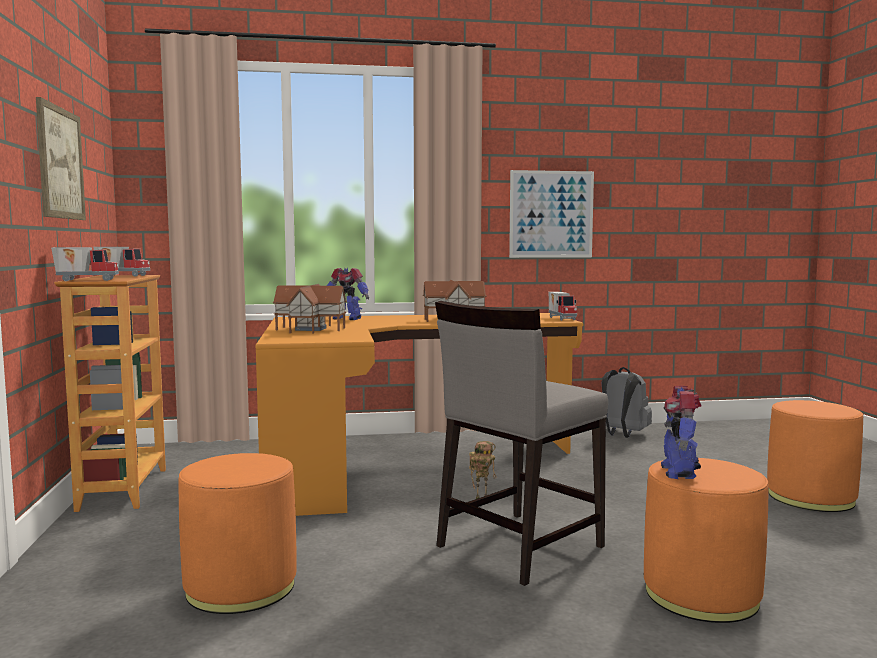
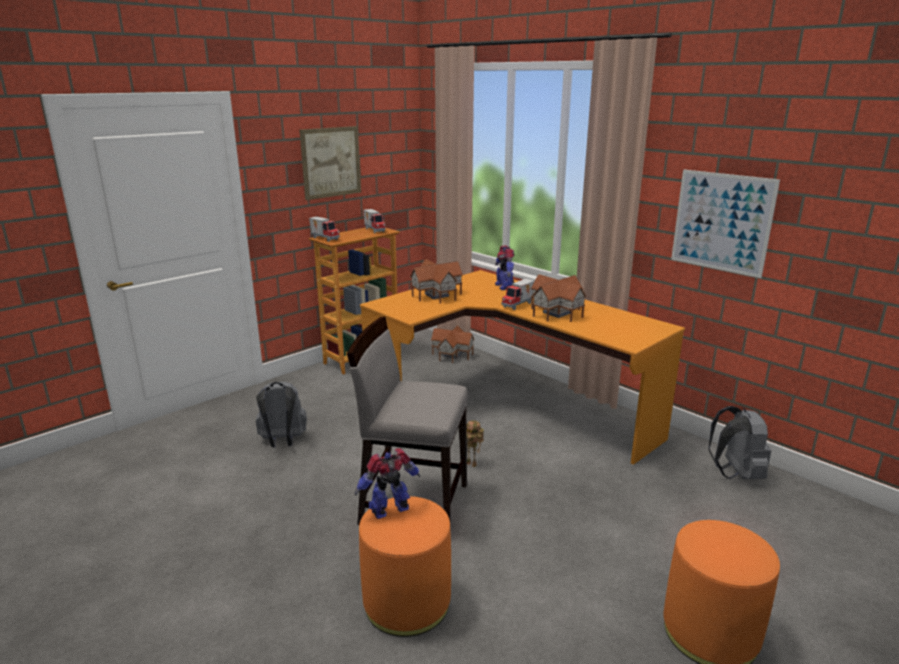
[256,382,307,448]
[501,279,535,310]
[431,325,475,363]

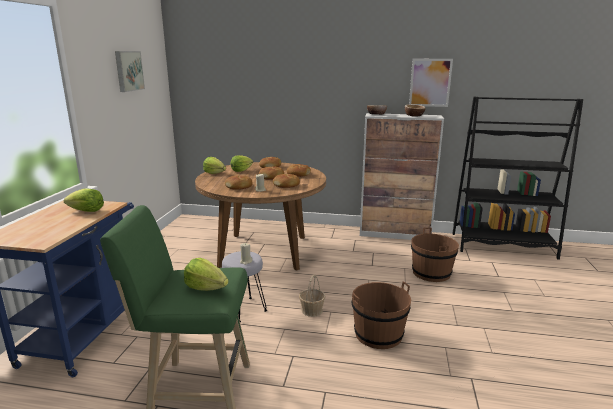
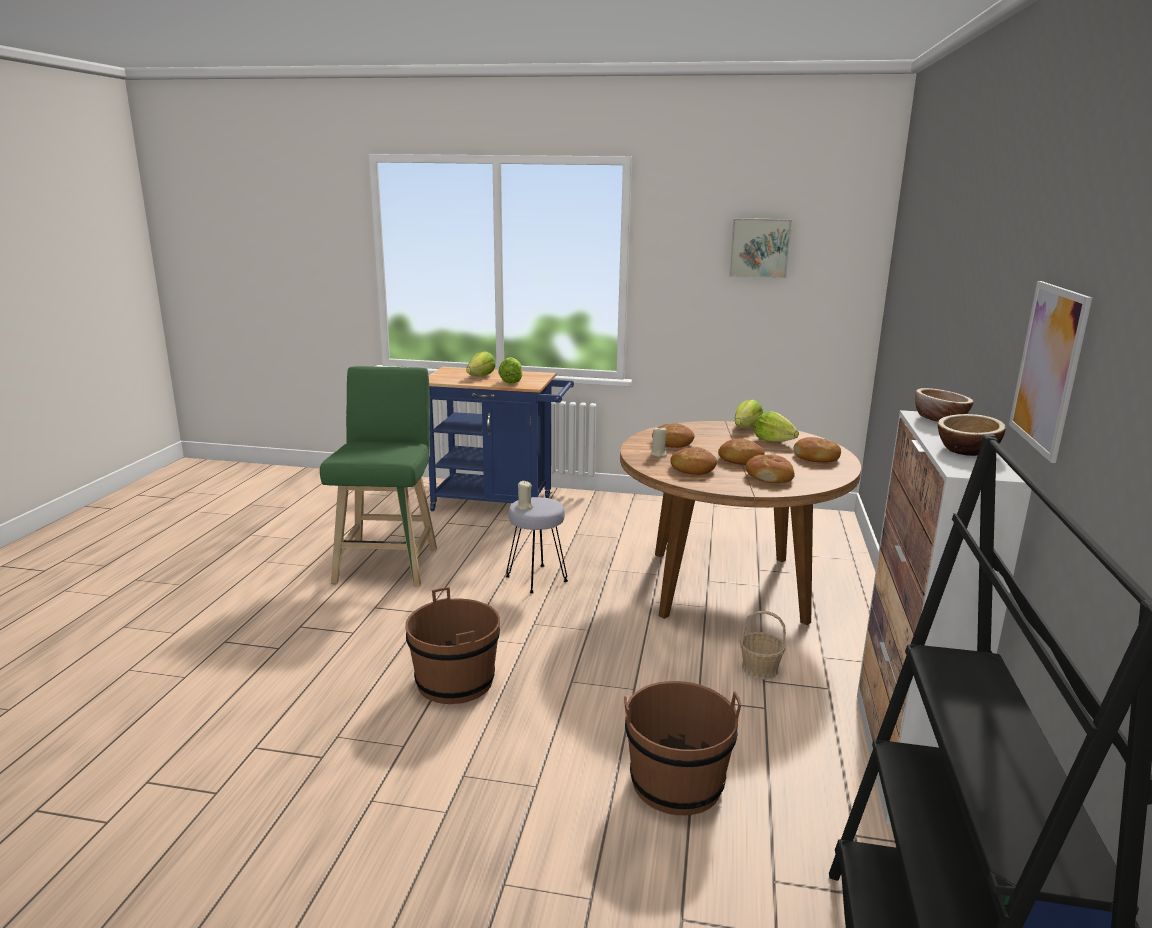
[466,351,496,376]
[740,611,786,680]

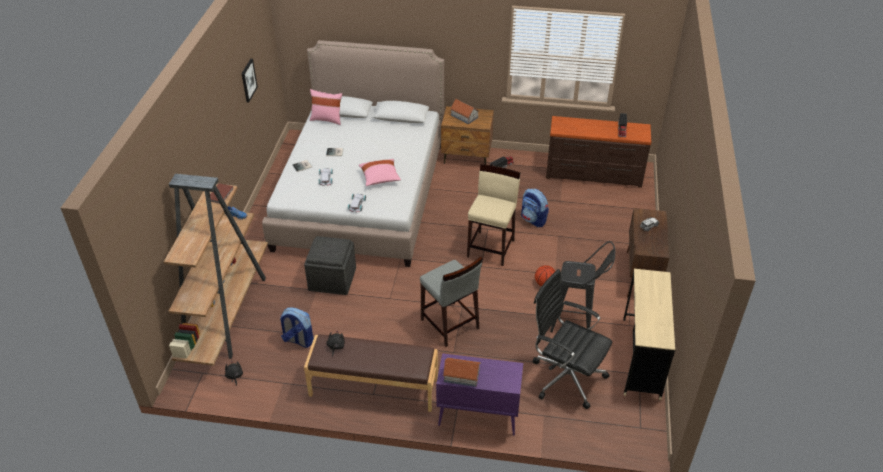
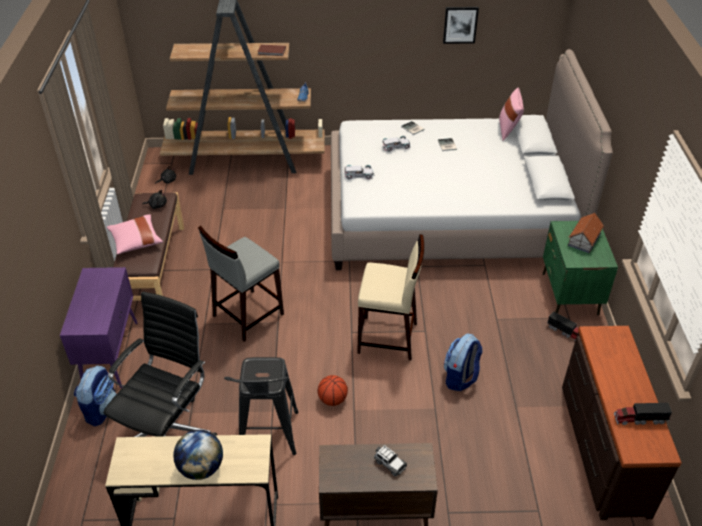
[74,365,116,426]
[304,236,356,295] (first image)
[107,214,163,255]
[543,221,618,315]
[443,358,481,387] (first image)
[173,430,223,480]

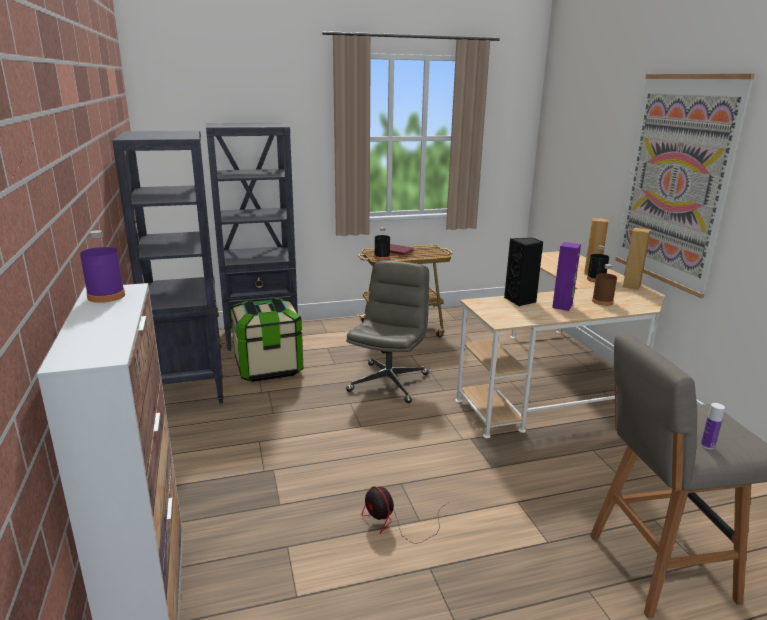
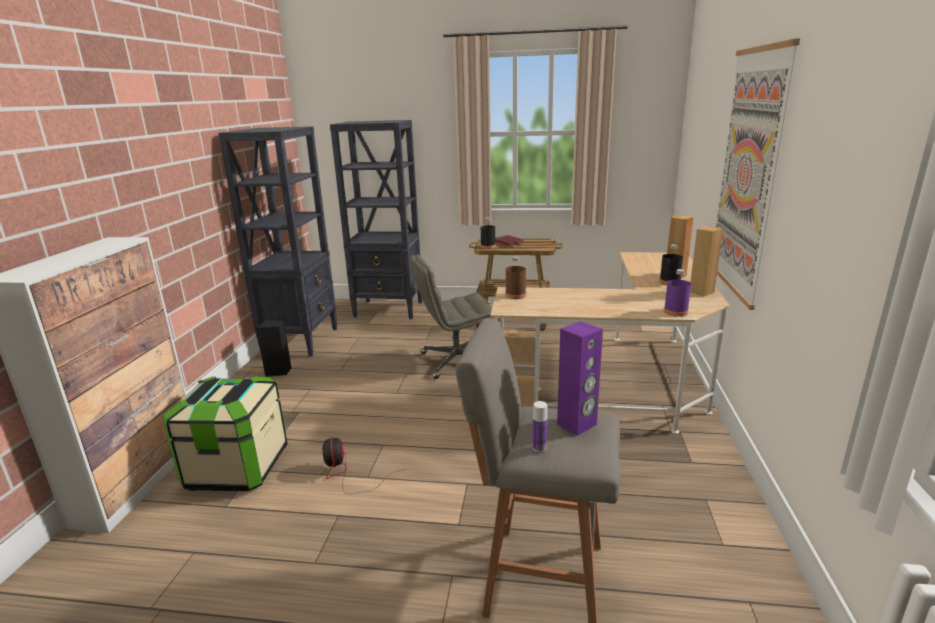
[664,269,691,317]
[162,377,287,492]
[410,254,494,379]
[256,319,292,377]
[557,321,603,436]
[505,256,526,299]

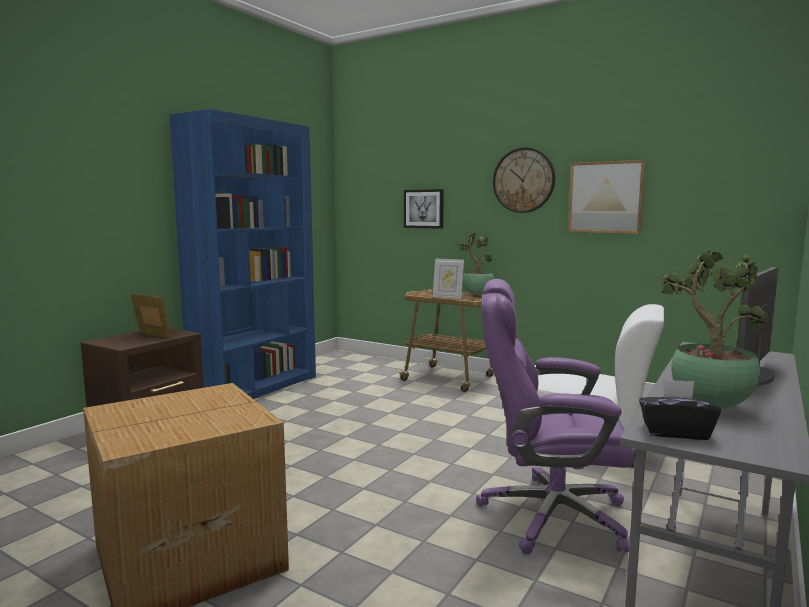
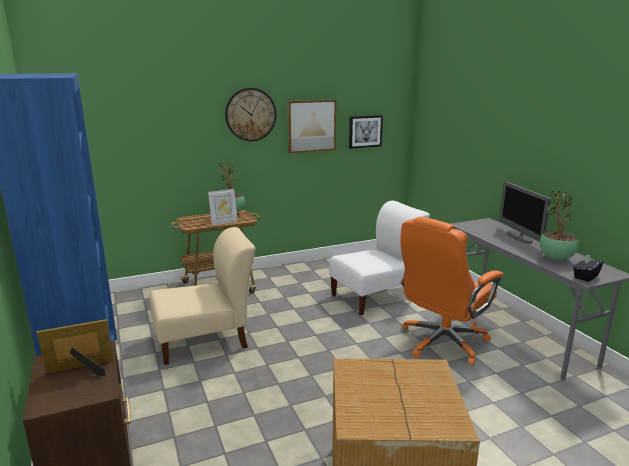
[349,115,383,149]
[401,217,503,366]
[149,227,255,365]

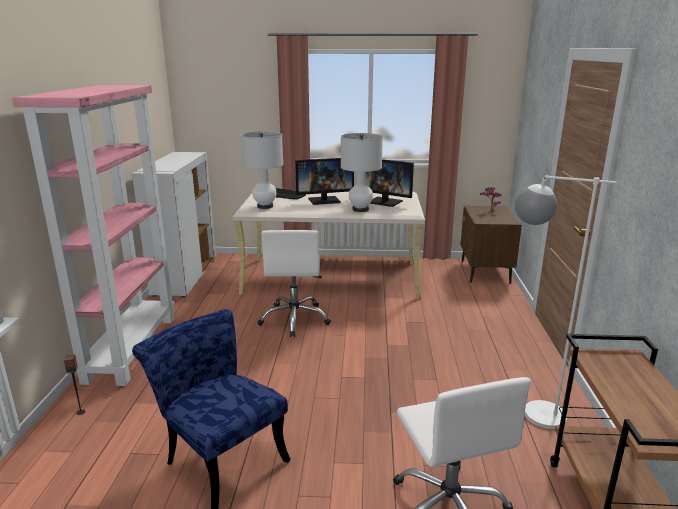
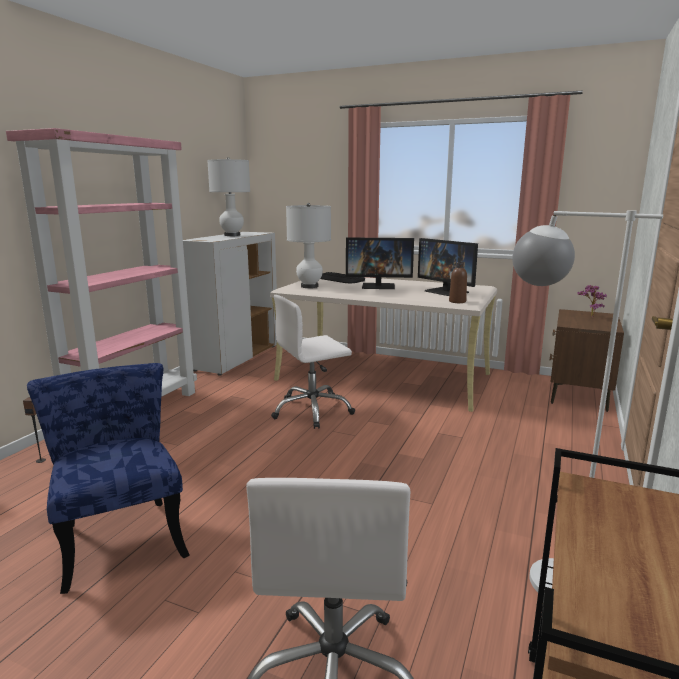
[271,295,355,429]
[207,157,250,236]
[449,262,467,303]

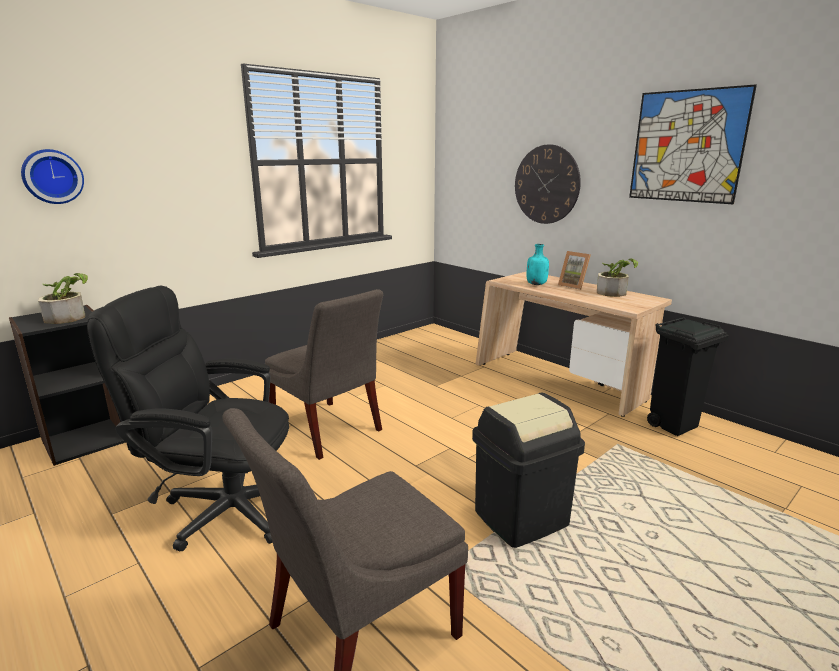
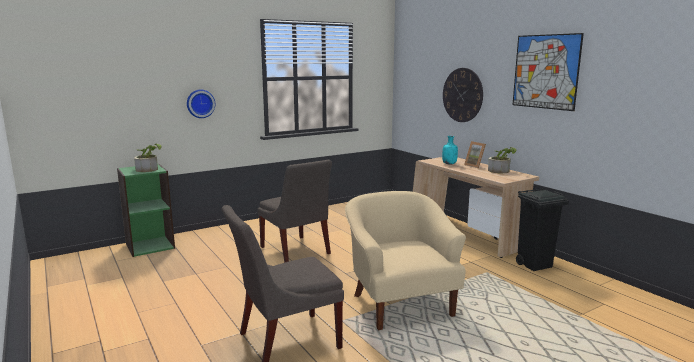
[117,164,175,257]
[187,89,215,118]
[87,286,289,552] (first image)
[345,191,466,330]

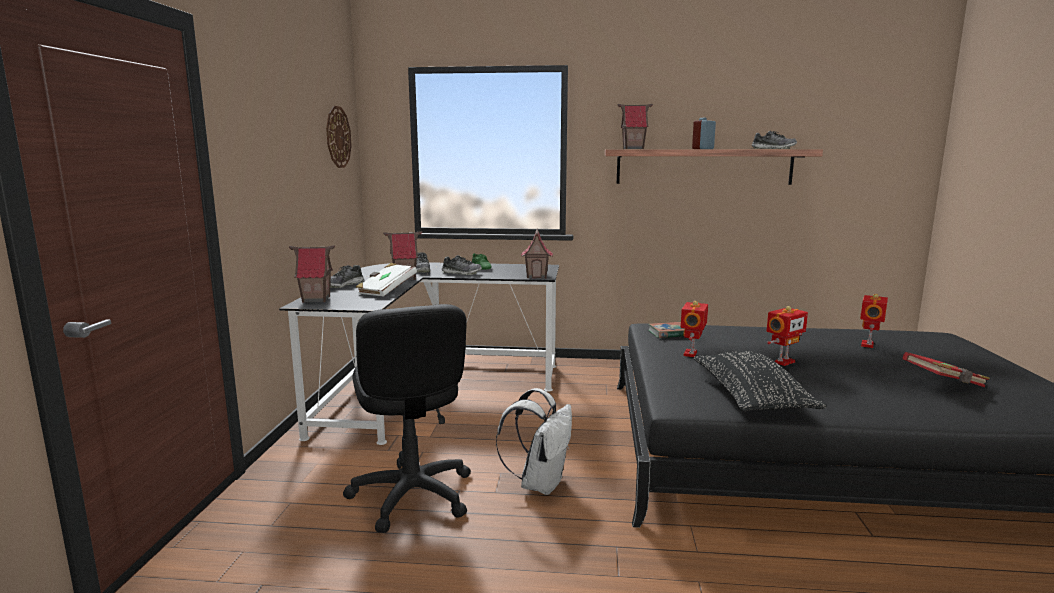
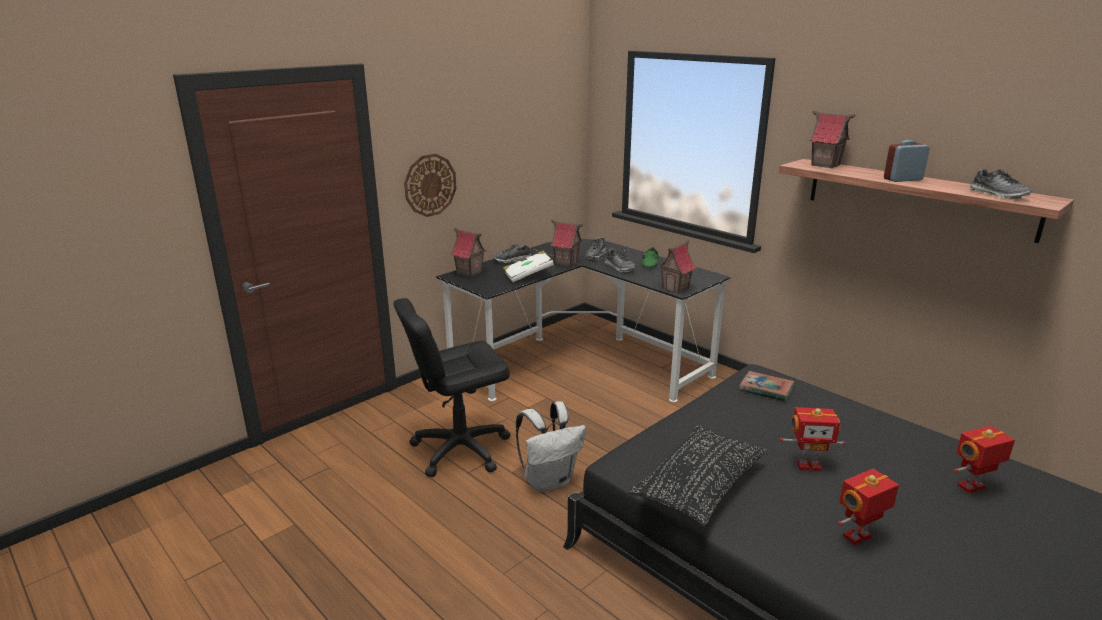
[404,154,457,217]
[393,298,510,477]
[838,469,899,545]
[903,352,990,387] (first image)

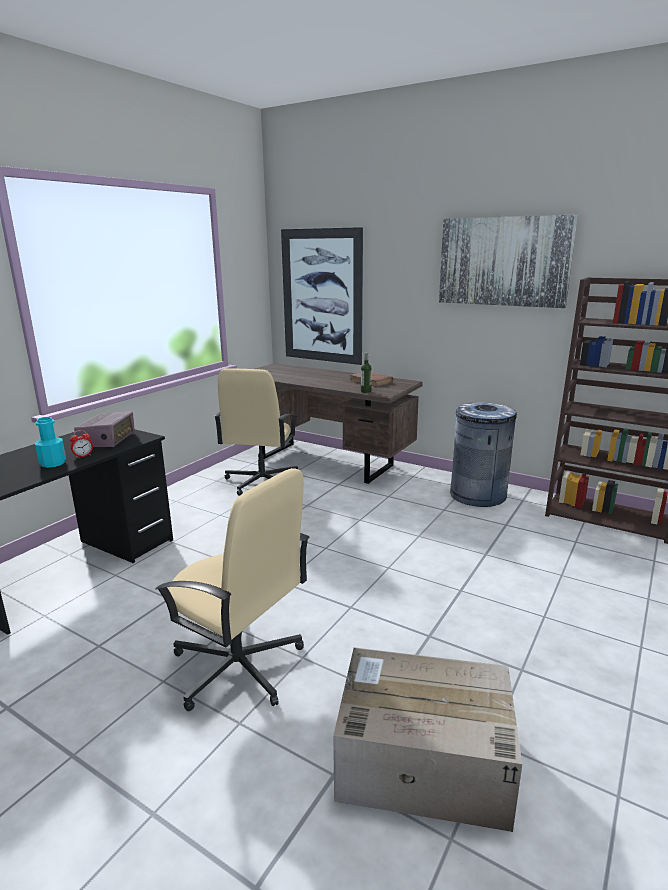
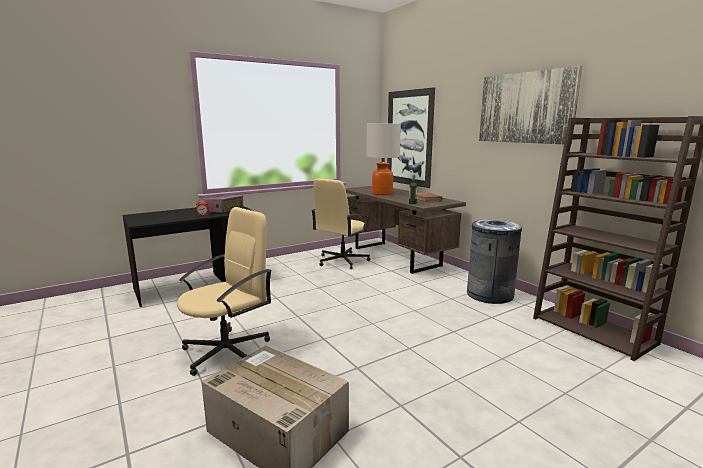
[35,417,66,468] (first image)
[177,207,272,376]
[366,124,401,195]

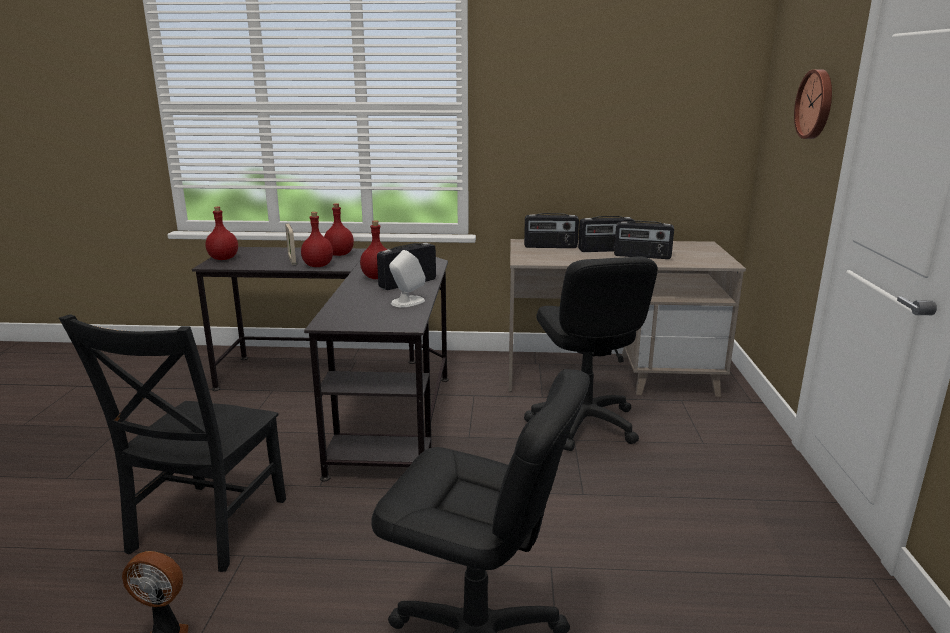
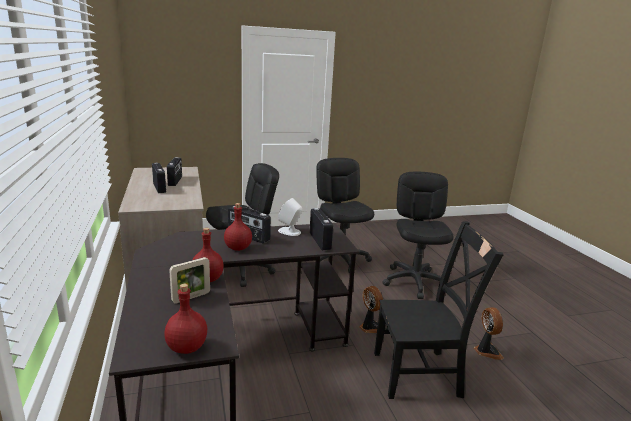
[324,203,354,256] (first image)
[310,208,333,250]
[794,69,832,139] (first image)
[316,158,374,273]
[359,286,383,333]

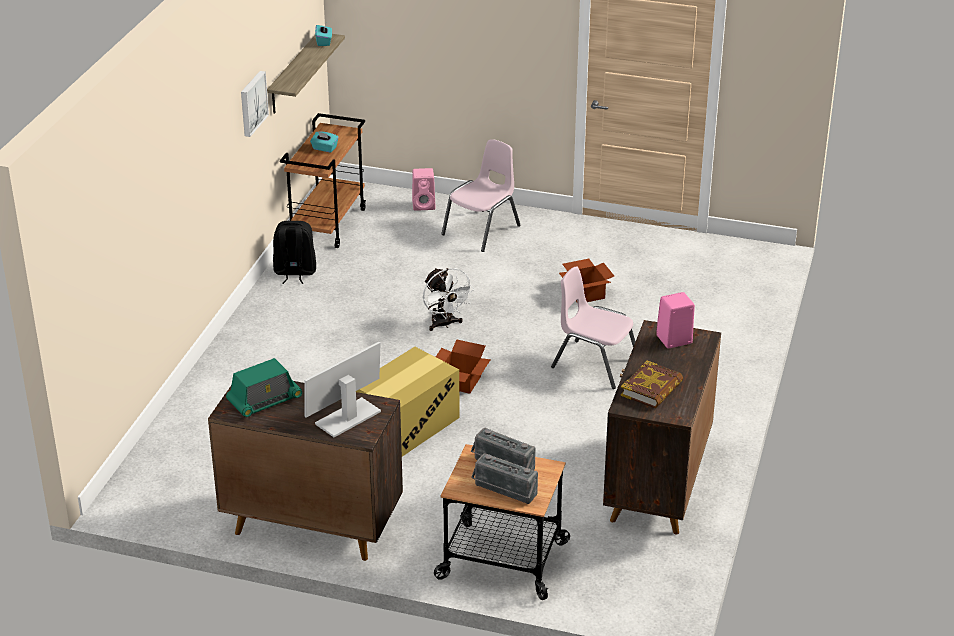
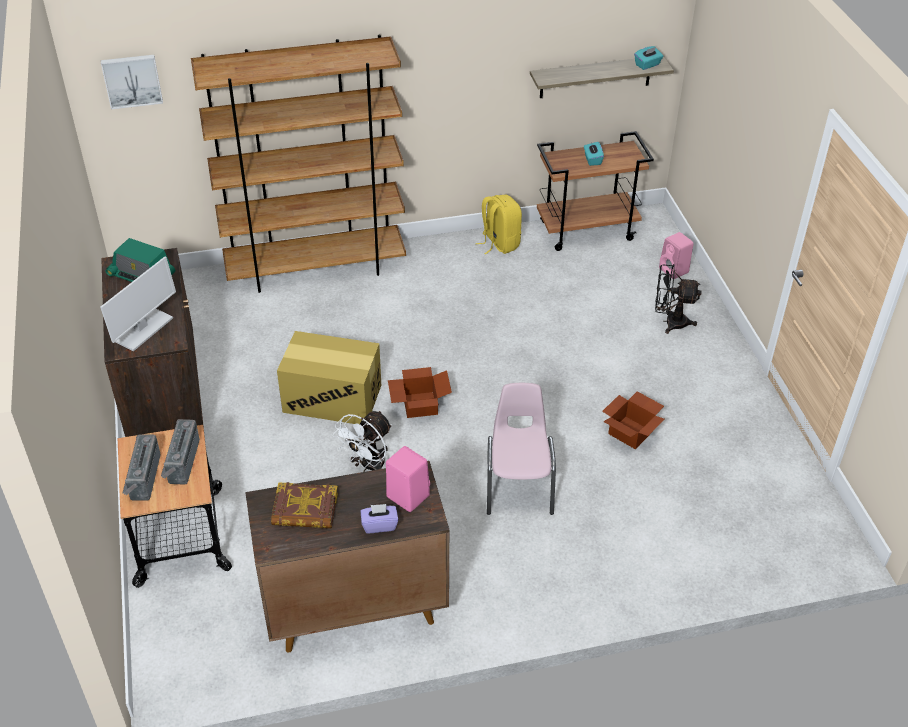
[101,55,163,109]
[476,195,522,254]
[100,257,176,351]
[333,410,392,471]
[655,264,702,334]
[191,35,406,293]
[360,504,398,533]

